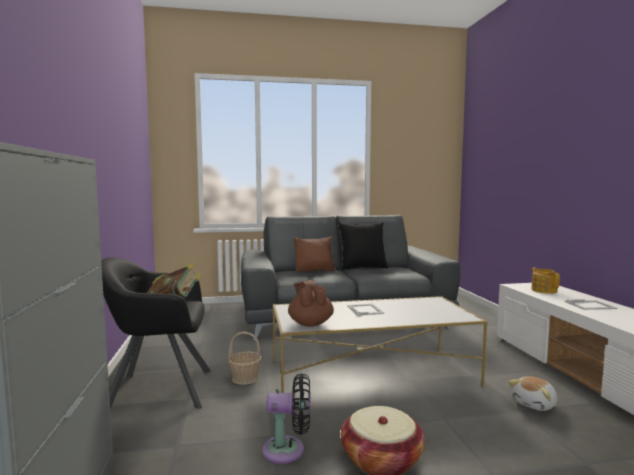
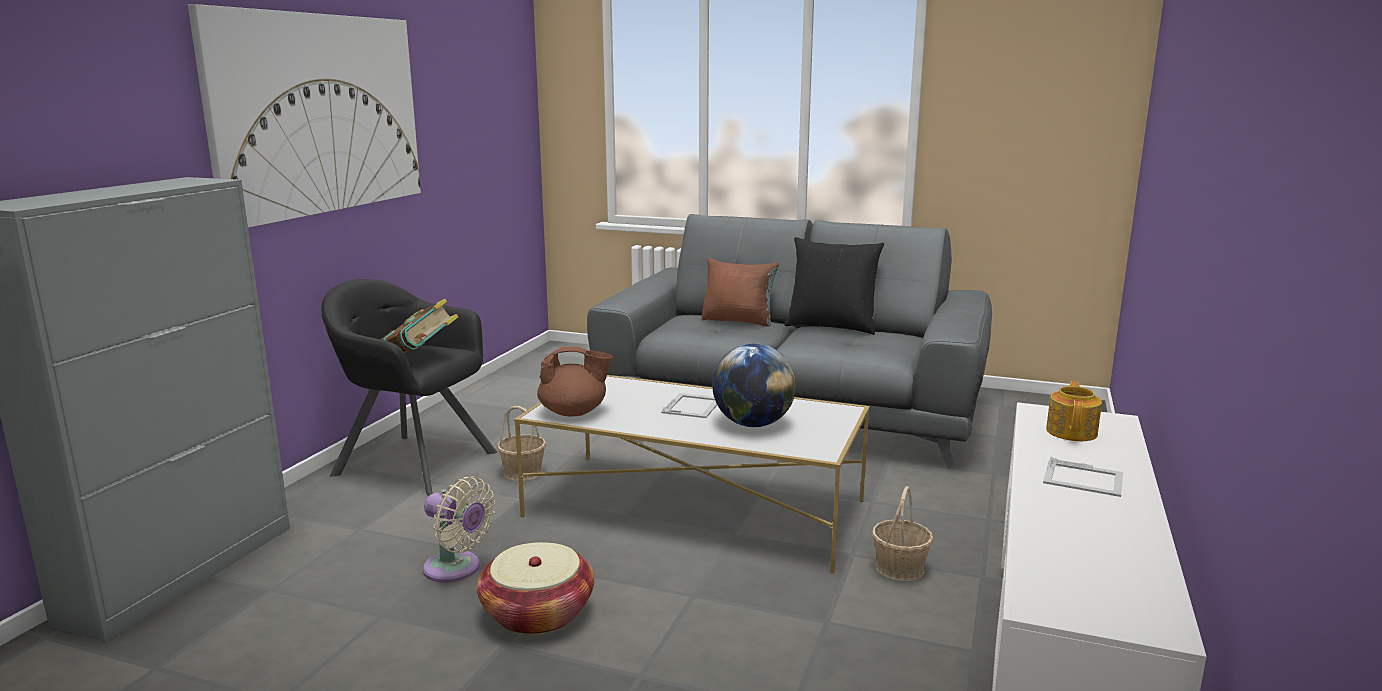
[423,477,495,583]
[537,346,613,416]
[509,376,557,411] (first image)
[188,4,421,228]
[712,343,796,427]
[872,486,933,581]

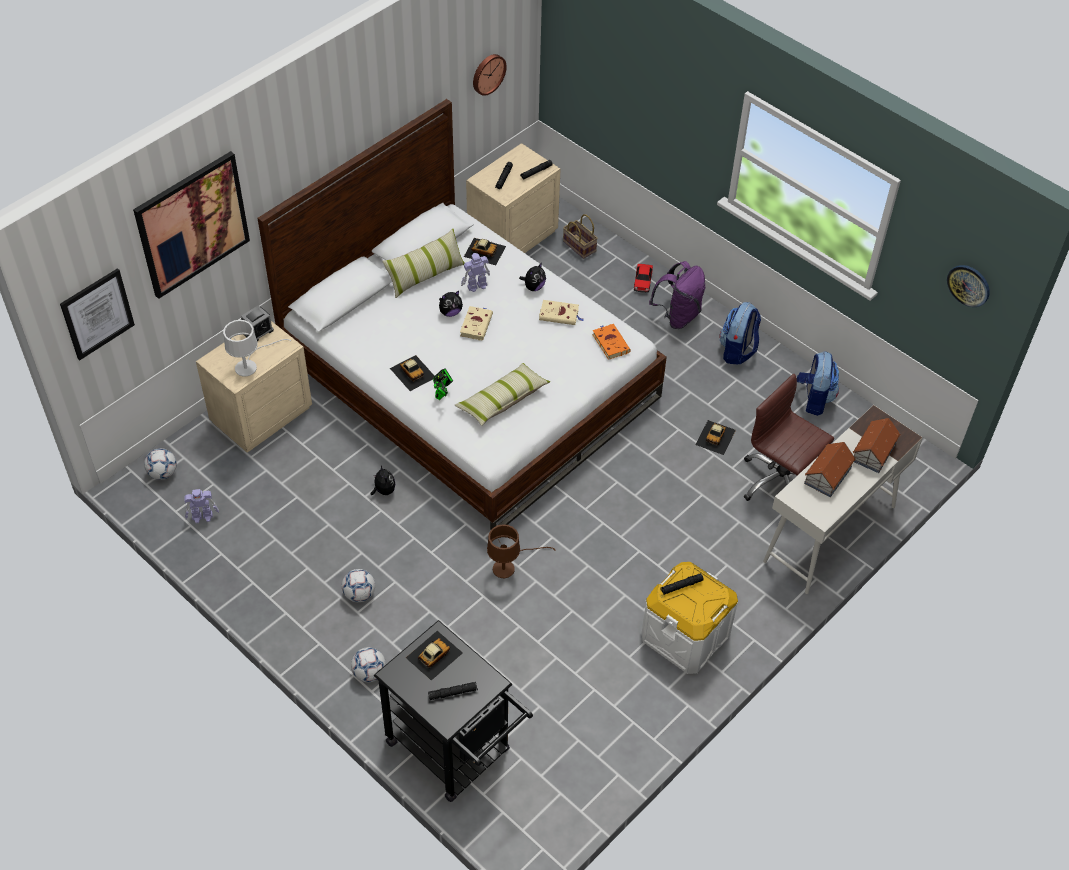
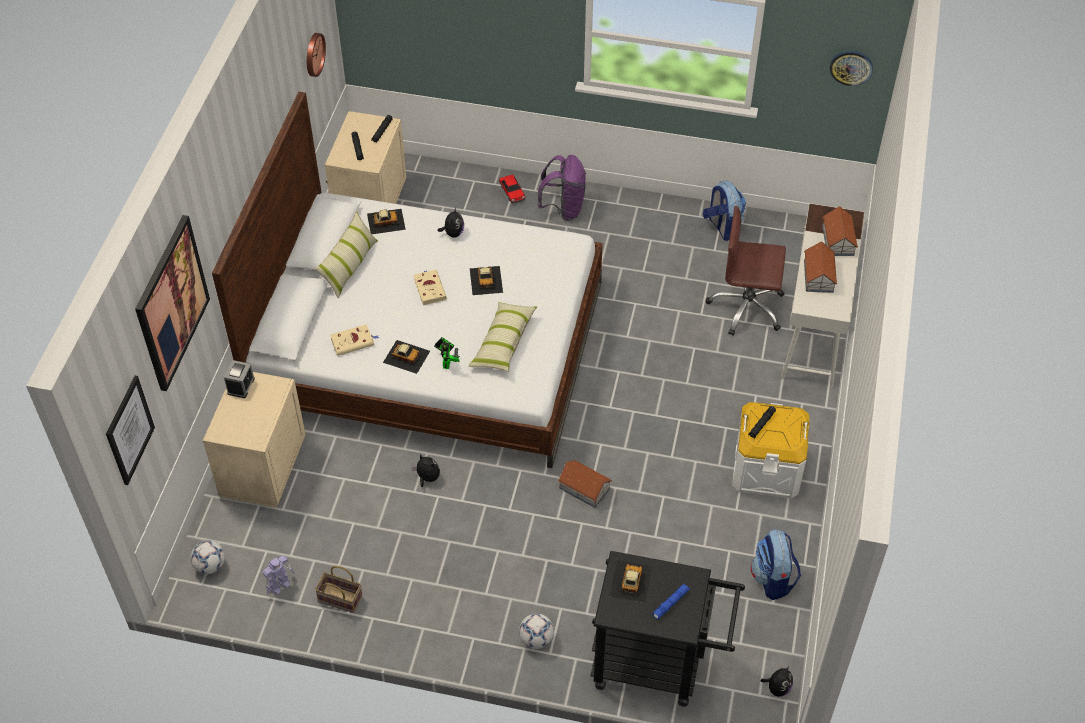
[223,320,291,376] (first image)
[342,569,375,602] (first image)
[652,583,690,619]
[760,666,793,697]
[461,253,490,292] (first image)
[558,460,612,508]
[330,324,379,356]
[315,566,363,613]
[592,324,631,360] (first image)
[470,266,503,295]
[751,529,801,600]

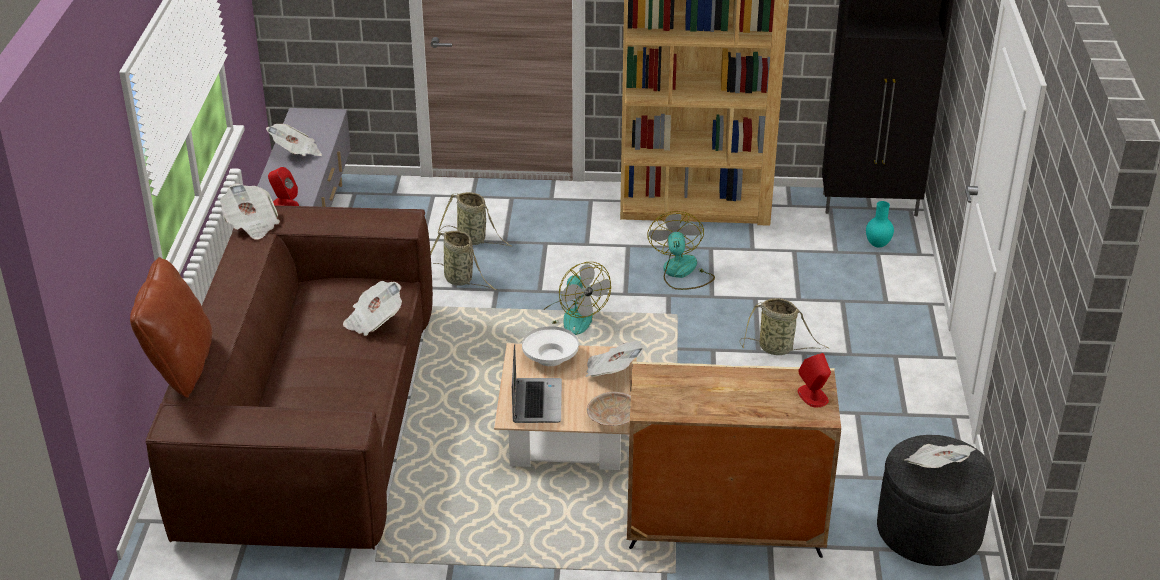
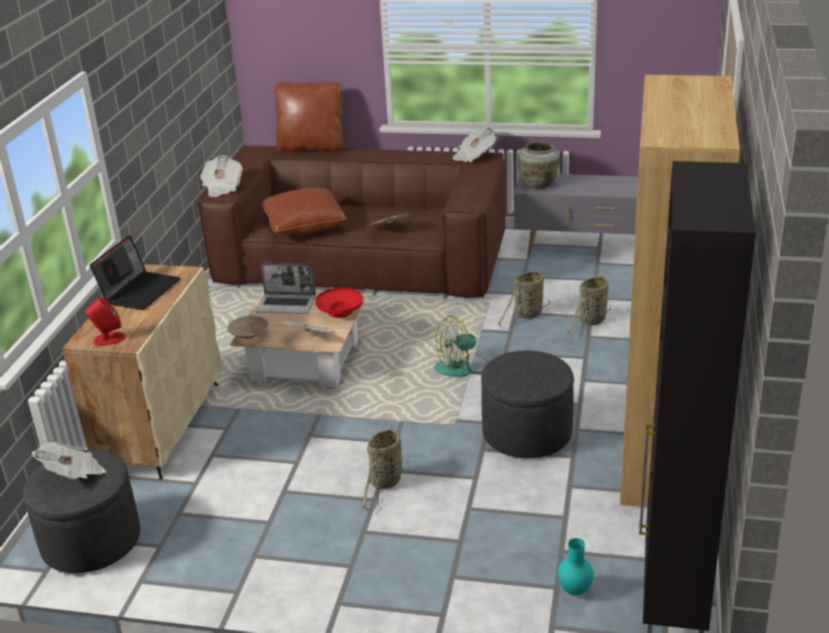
[200,155,243,197]
[517,142,560,189]
[316,287,363,318]
[481,350,574,458]
[90,235,180,310]
[261,188,347,235]

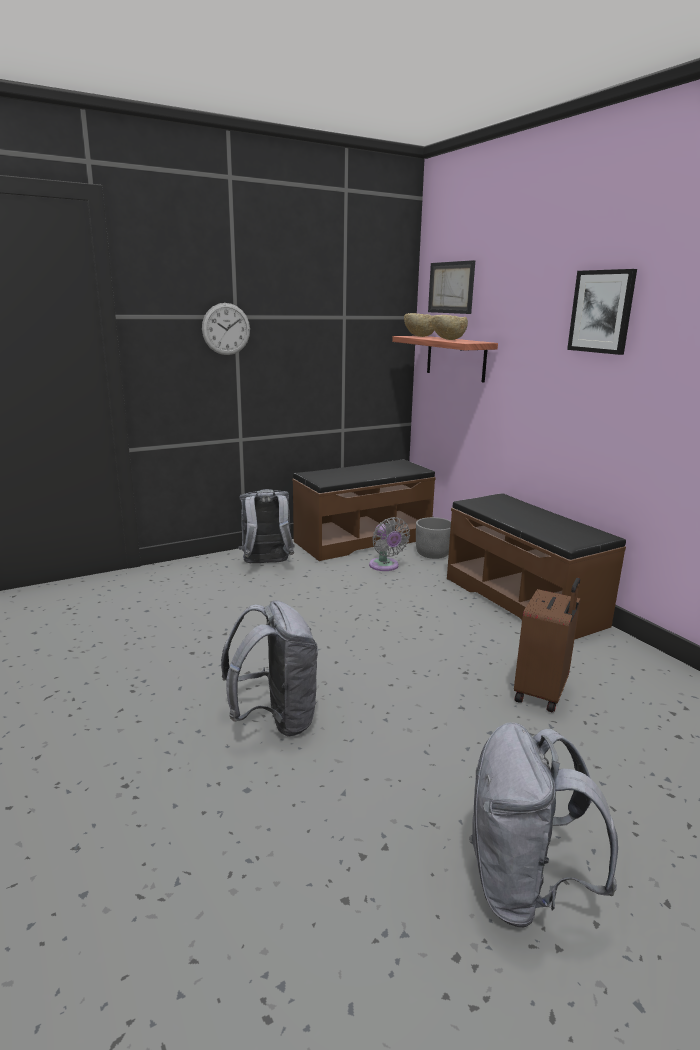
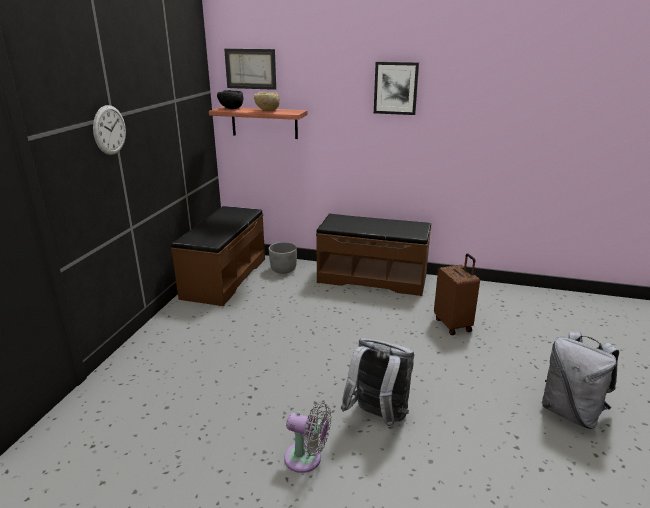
[238,489,294,563] (first image)
[284,402,332,473]
[217,90,243,109]

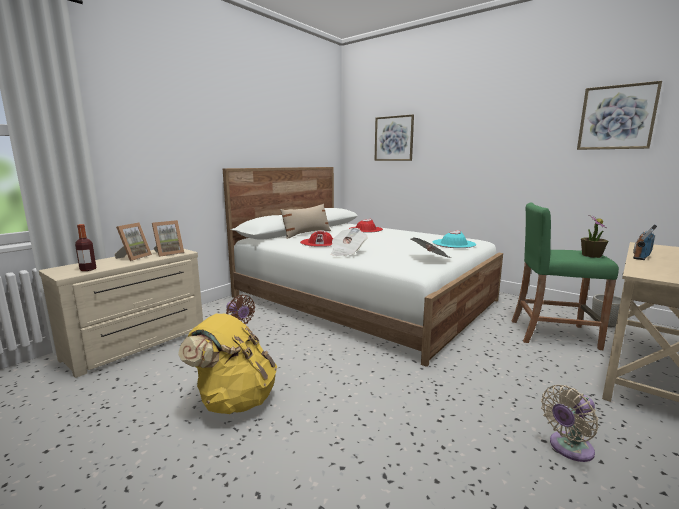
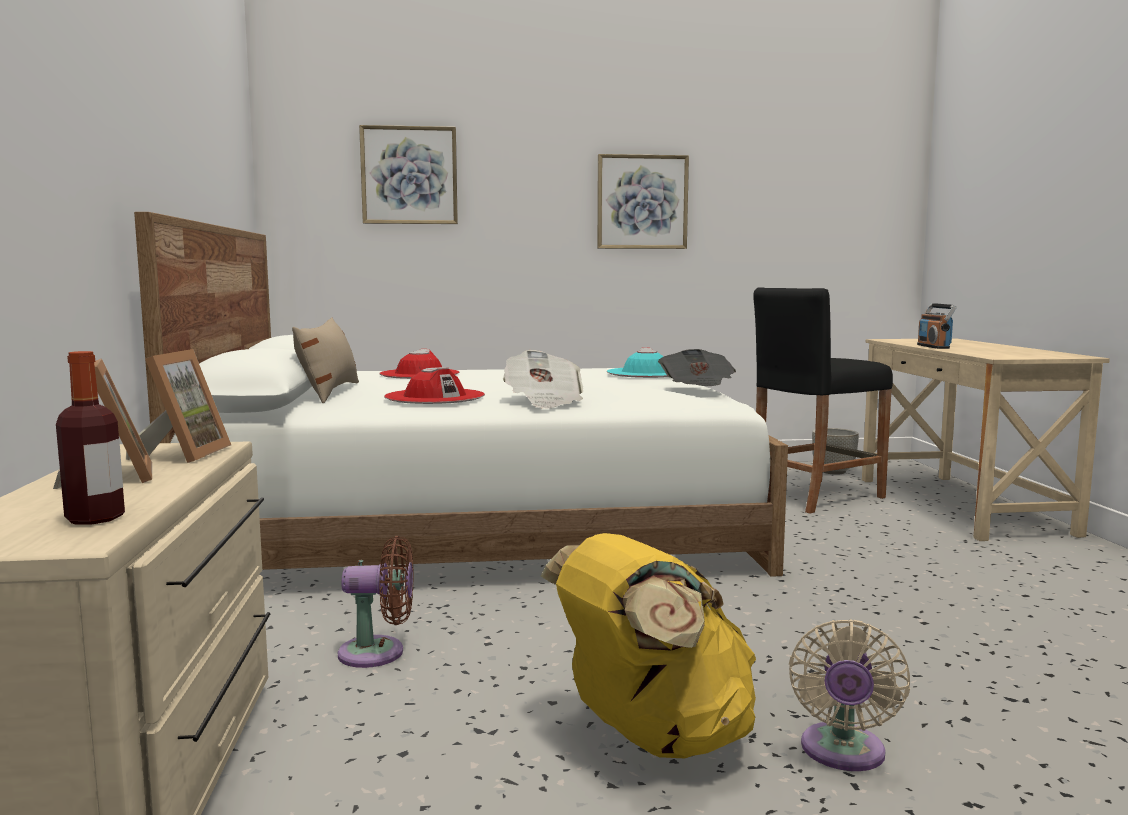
[753,287,893,514]
[789,619,910,771]
[597,154,689,249]
[581,215,608,258] (first image)

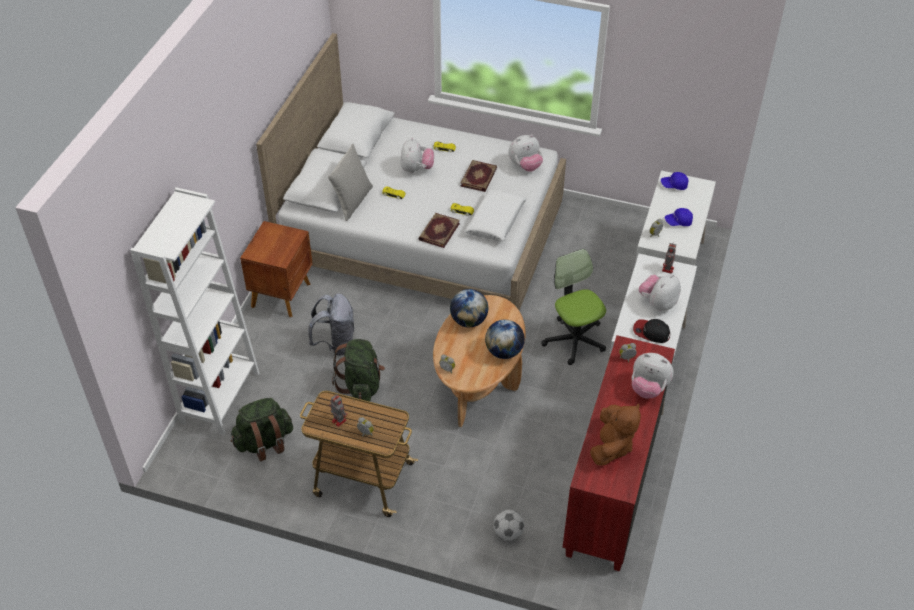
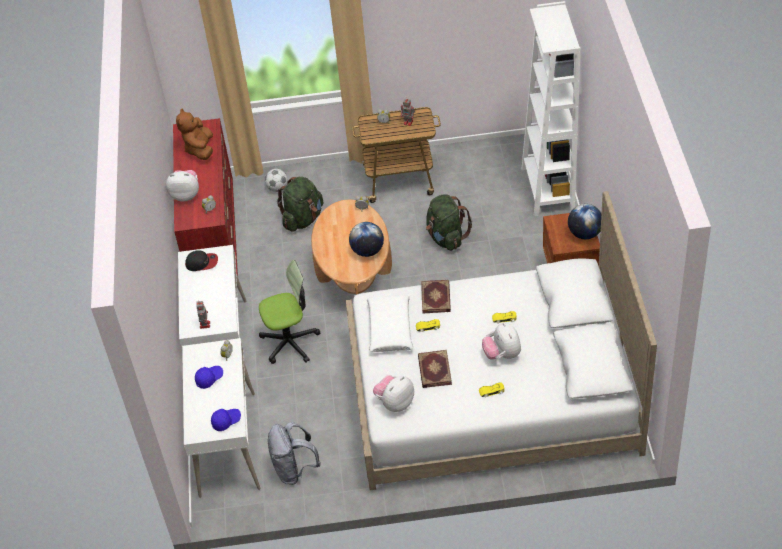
[277,177,323,232]
[268,422,321,485]
[328,144,373,221] (first image)
[568,204,602,239]
[259,260,320,364]
[639,274,681,311] (first image)

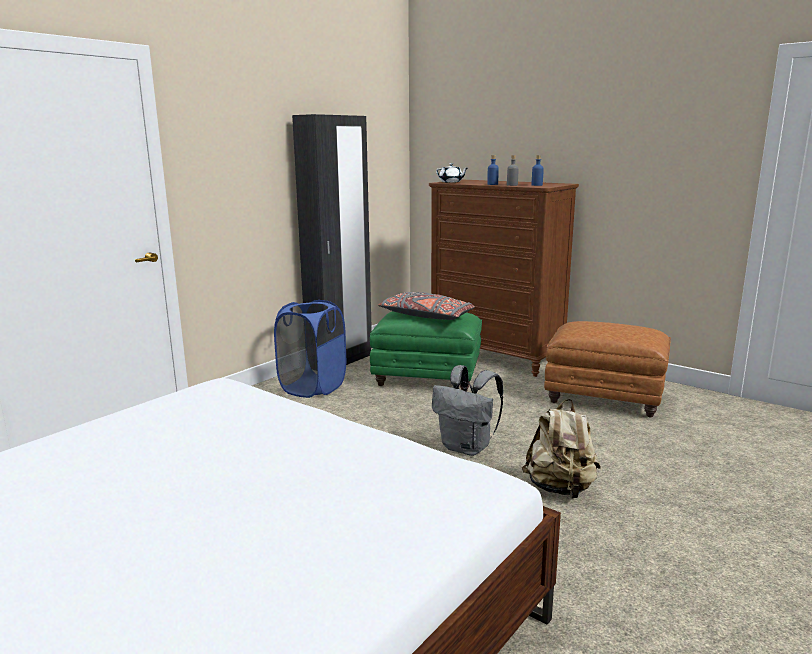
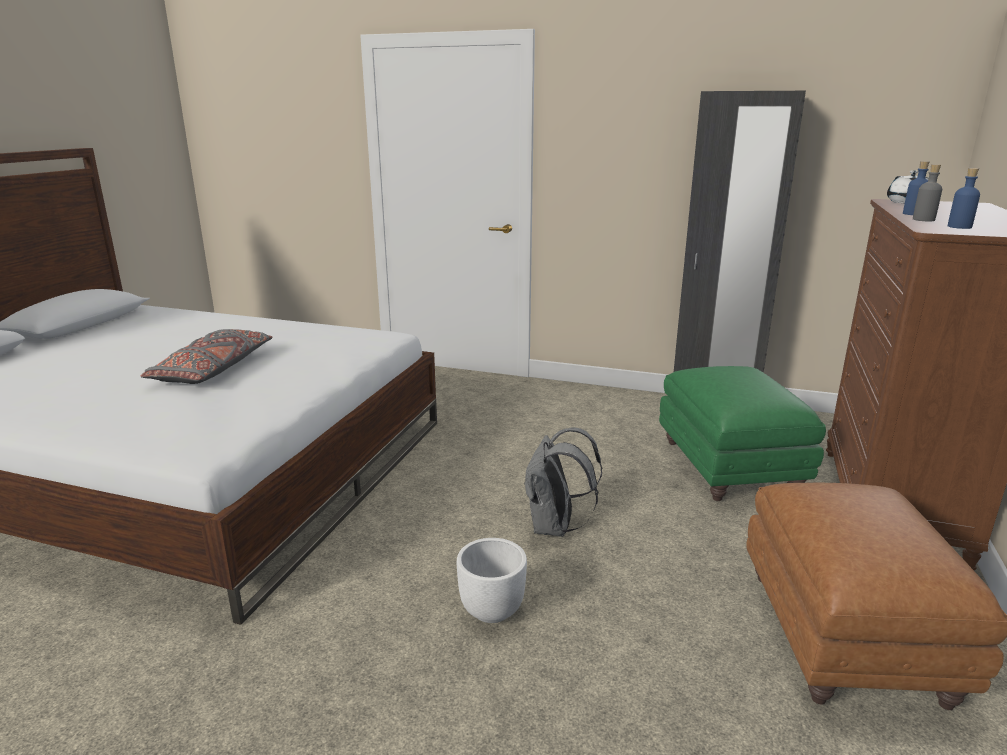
[274,300,346,398] (first image)
[140,329,273,384]
[457,538,527,623]

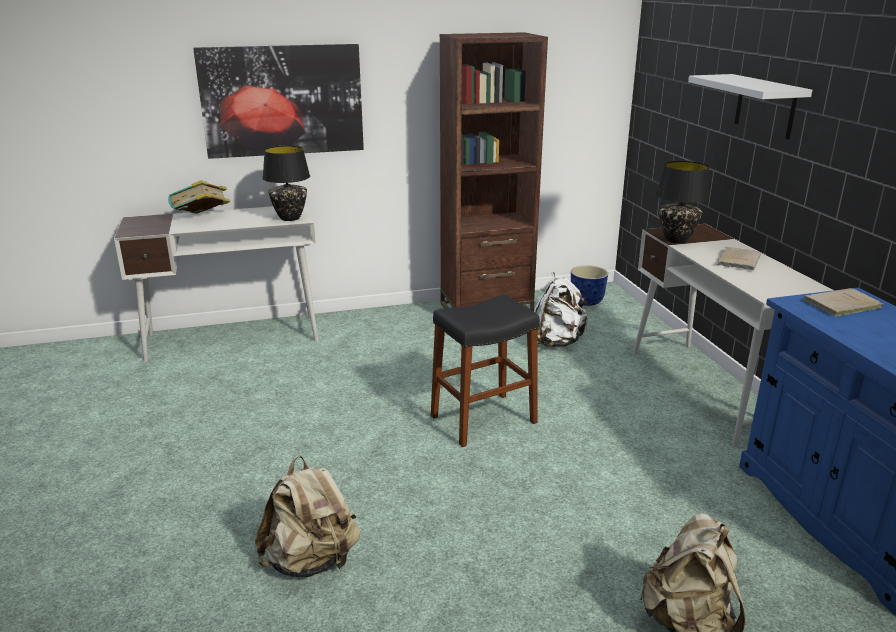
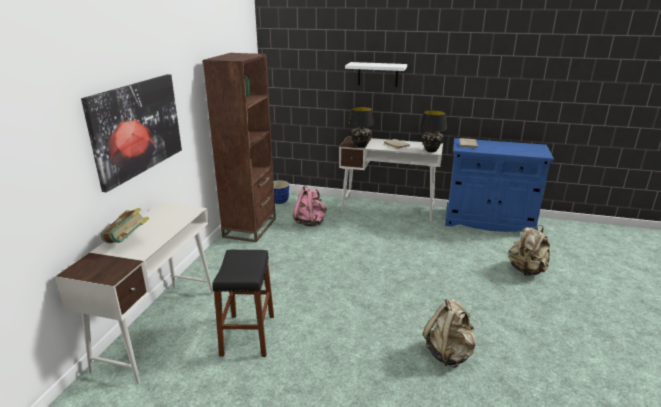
[420,110,447,152]
[212,249,274,357]
[293,185,326,226]

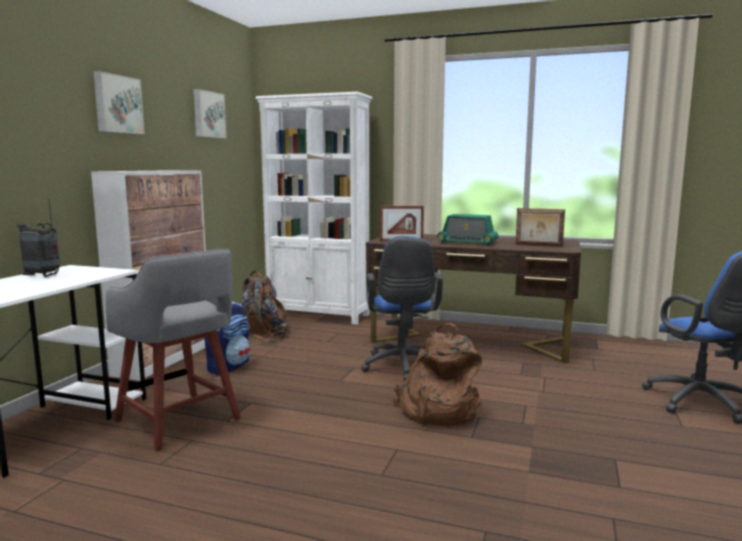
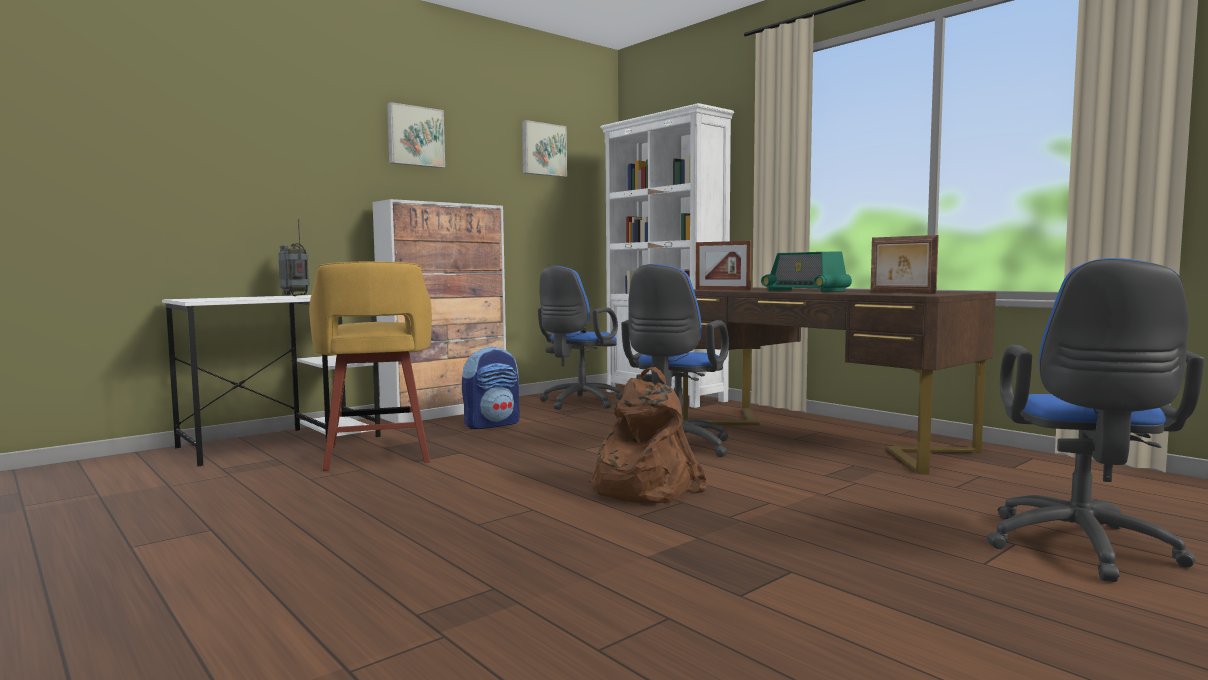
[309,261,432,471]
[538,266,623,410]

